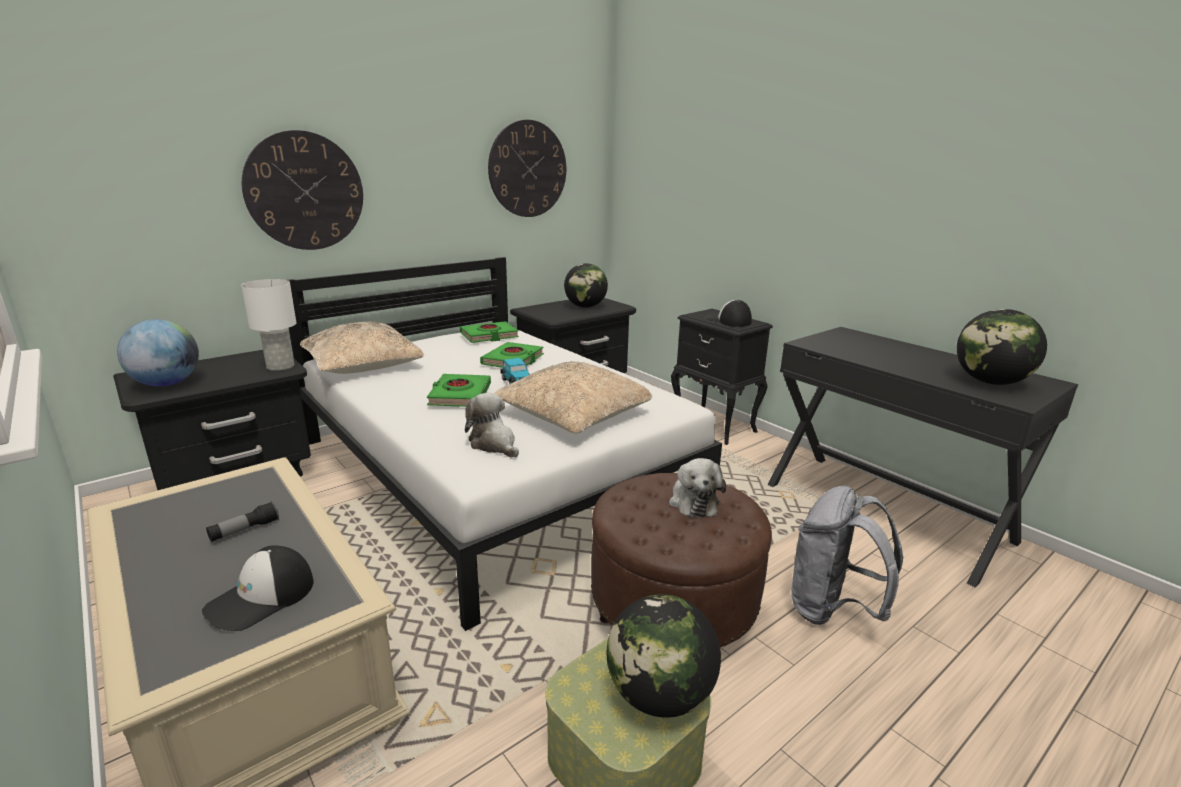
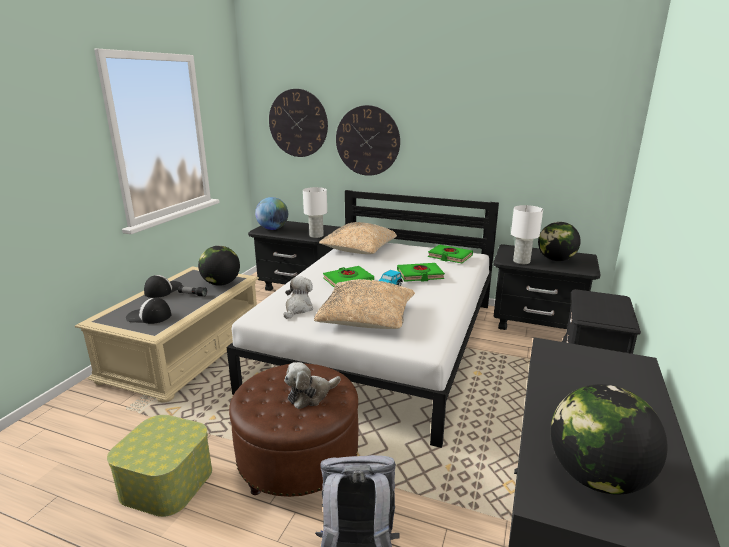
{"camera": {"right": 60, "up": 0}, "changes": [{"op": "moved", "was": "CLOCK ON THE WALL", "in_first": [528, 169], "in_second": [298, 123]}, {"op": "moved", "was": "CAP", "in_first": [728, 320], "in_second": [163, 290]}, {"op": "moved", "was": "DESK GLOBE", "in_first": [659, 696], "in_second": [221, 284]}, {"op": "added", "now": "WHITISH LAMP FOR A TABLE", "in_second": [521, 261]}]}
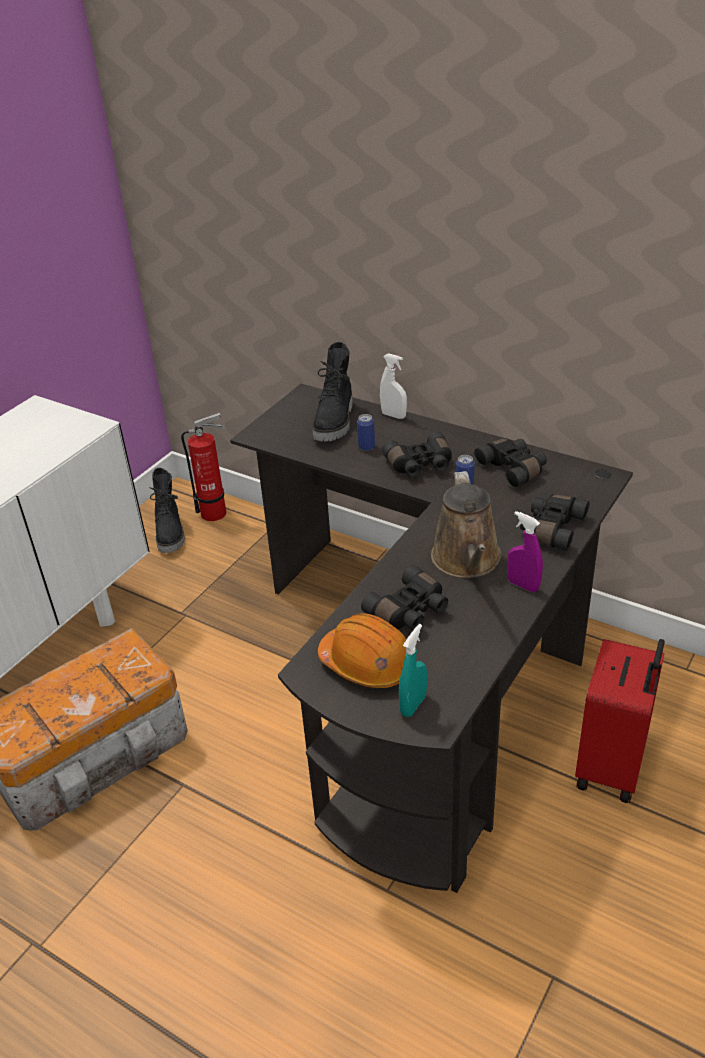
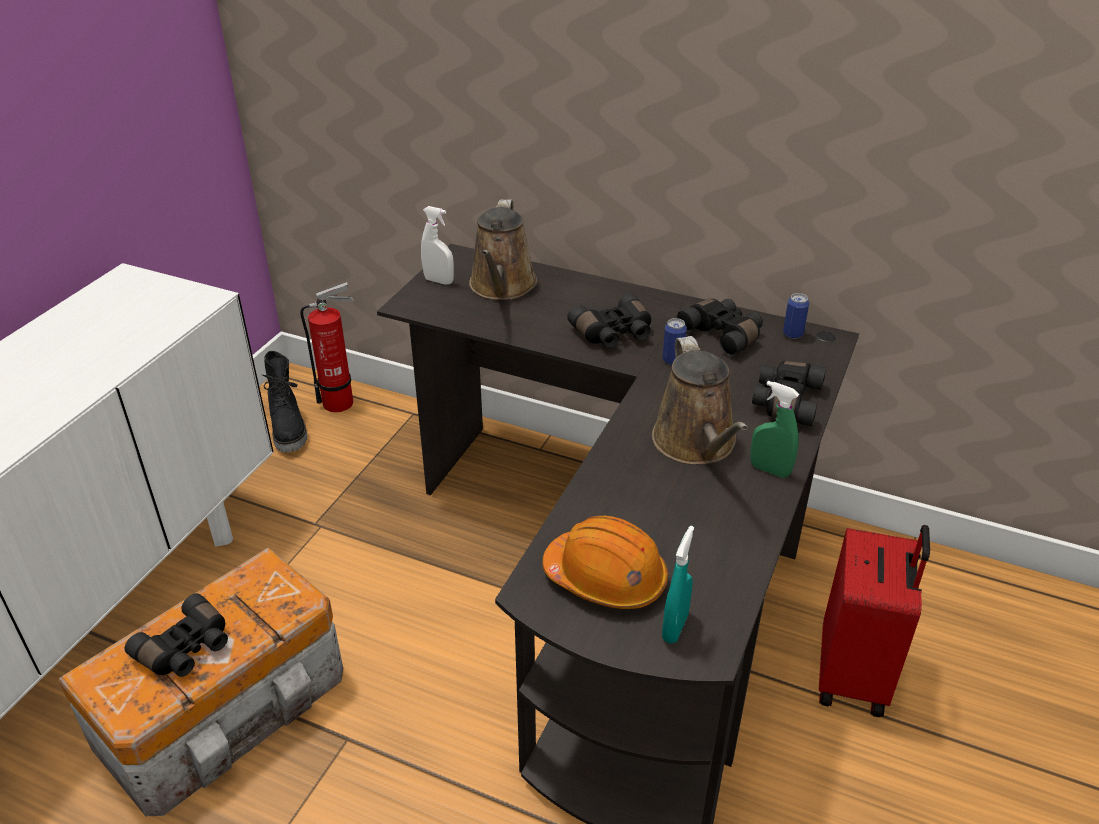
{"camera": {"right": -10, "up": 0}, "changes": [{"op": "replaced", "was": "BLACK-COLOURED TALL BOOT", "now": "BROWN SPRINKLING CAN", "in_first": [335, 422], "in_second": [502, 287]}, {"op": "moved", "was": "WHITISH SPRAY BOTTLE", "in_first": [393, 415], "in_second": [439, 281]}, {"op": "moved", "was": "CAN", "in_first": [366, 447], "in_second": [792, 334]}, {"op": "recoloured", "was": "PURPLE-COLOURED SPRAY BOTTLE", "now": "GREEN-COLOURED SPRAY BOTTLE", "in_first": [523, 585], "in_second": [769, 470]}, {"op": "moved", "was": "BLACK-COLOURED FIELD GLASSES", "in_first": [410, 611], "in_second": [187, 649]}]}
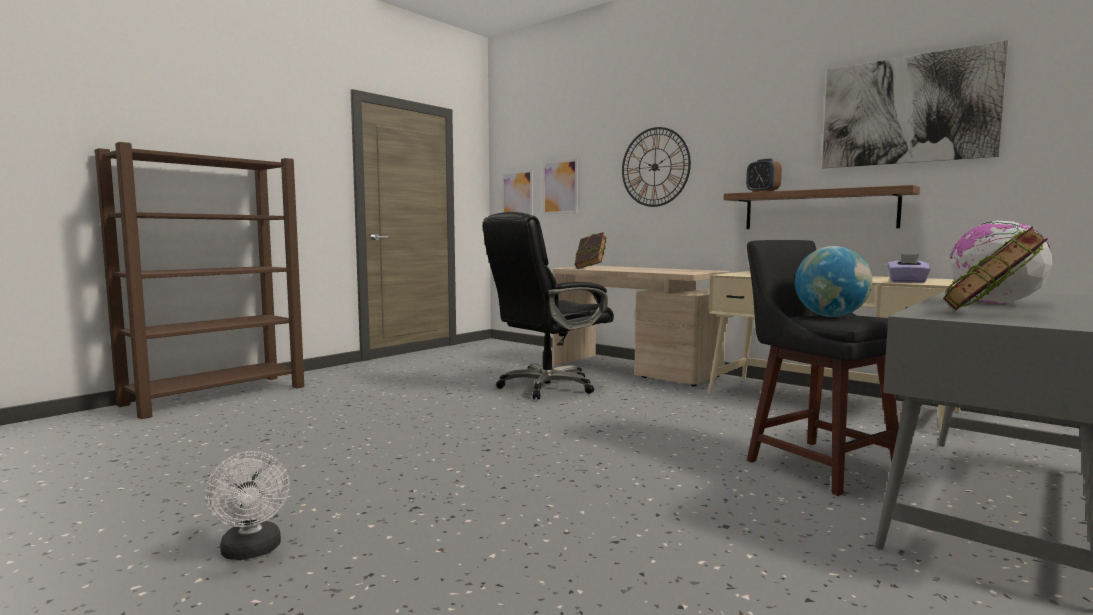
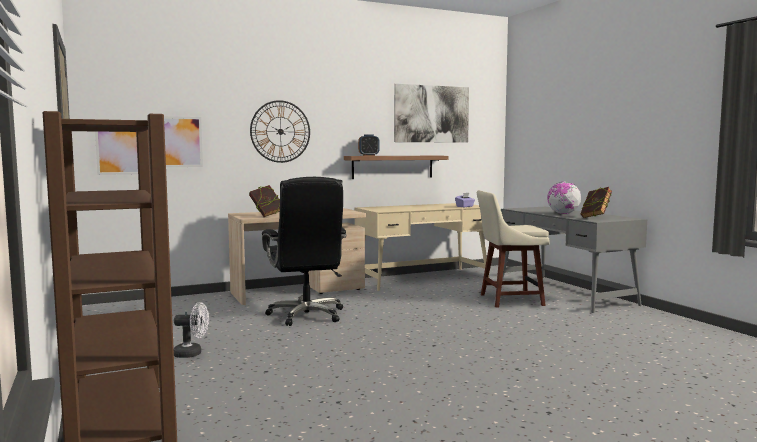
{"camera": {"right": -65, "up": 0}, "changes": [{"op": "recoloured", "was": "BLACK-COLOURED SITTING STOOL", "now": "BEIGE SITTING STOOL", "in_first": [817, 463], "in_second": [508, 300]}, {"op": "removed", "was": "DESK GLOBE", "in_first": [830, 316]}, {"op": "moved", "was": "WHITISH COOLING FAN", "in_first": [252, 551], "in_second": [192, 353]}]}
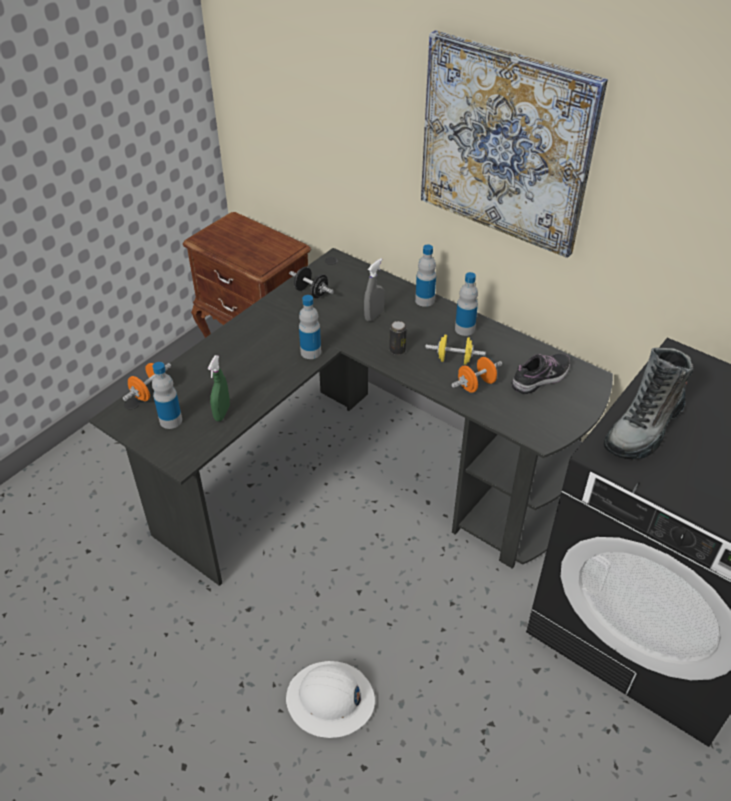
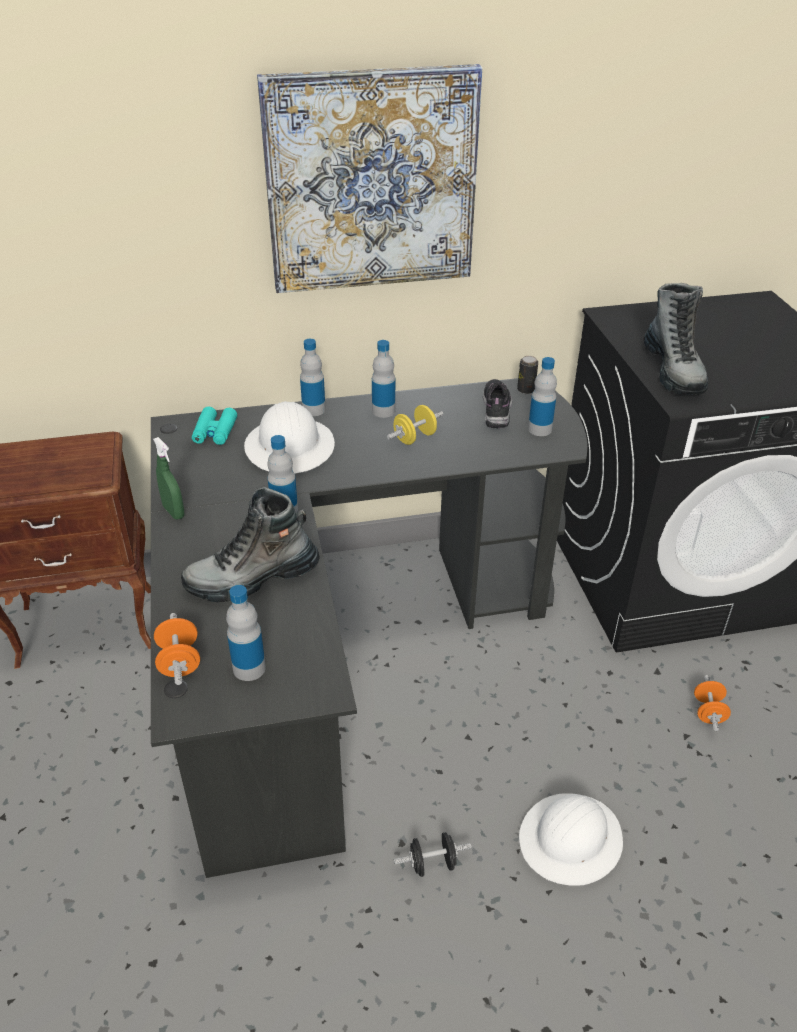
{"camera": {"right": -50, "up": -5}, "changes": [{"op": "replaced", "was": "GREY SPRAY BOTTLE", "now": "WHITISH SAFETY HELMET", "in_first": [374, 315], "in_second": [290, 447]}, {"op": "moved", "was": "BLACK-COLOURED FREE WEIGHT", "in_first": [311, 292], "in_second": [432, 864]}, {"op": "moved", "was": "CAN", "in_first": [397, 350], "in_second": [526, 390]}, {"op": "moved", "was": "GREEN-COLOURED SPRAY BOTTLE", "in_first": [222, 413], "in_second": [173, 512]}, {"op": "moved", "was": "ORANGE-COLOURED FREE WEIGHT", "in_first": [476, 385], "in_second": [708, 712]}, {"op": "added", "now": "BEVERAGE BOTTLE", "in_second": [539, 429]}, {"op": "added", "now": "TURQUOISE FIELD GLASSES", "in_second": [215, 432]}, {"op": "added", "now": "TALL BOOT", "in_second": [252, 578]}]}
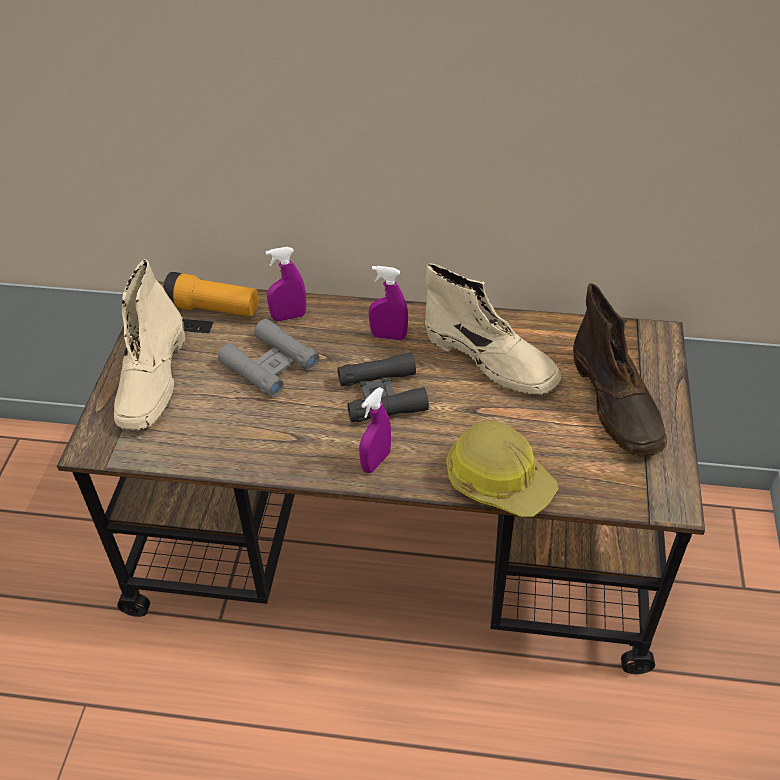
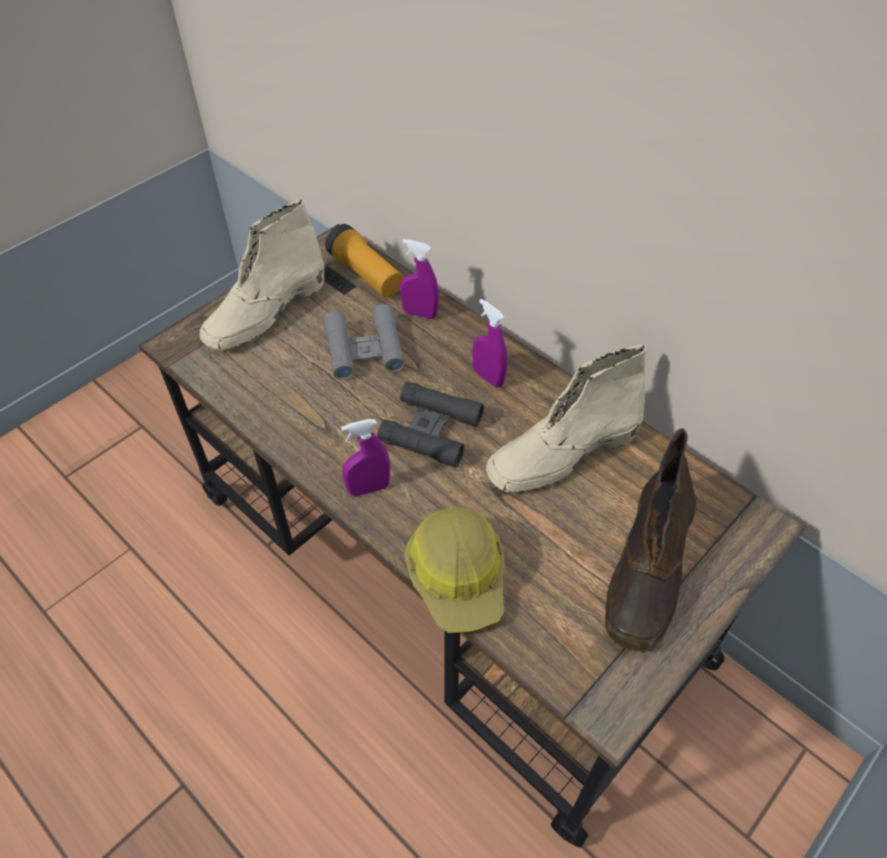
{"camera": {"right": 35, "up": 5}, "changes": [{"op": "turned", "was": "BEIGE TALL BOOT", "in_first": [491, 360], "in_second": [562, 453], "clockwise": 75}]}
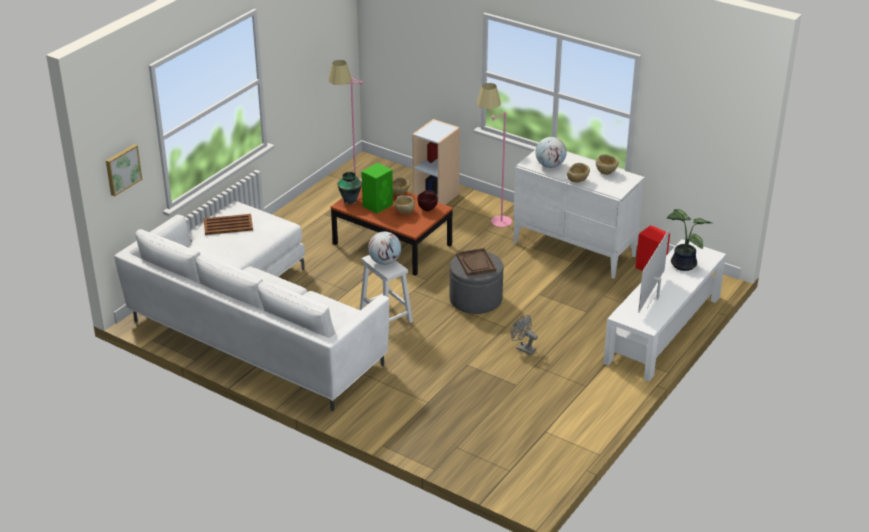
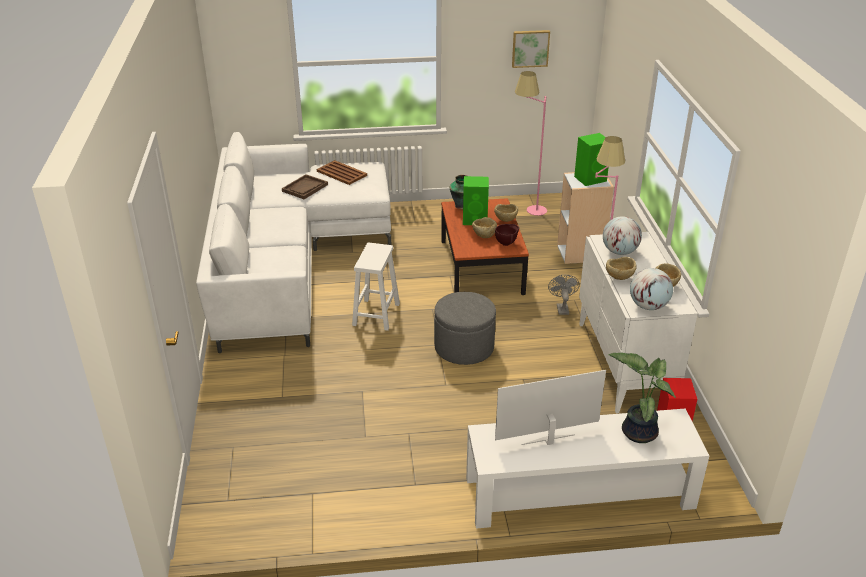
{"camera": {"right": 50, "up": 0}, "changes": [{"op": "moved", "was": "WALL ART", "in_first": [122, 169], "in_second": [530, 48]}, {"op": "moved", "was": "DESK GLOBE", "in_first": [384, 261], "in_second": [648, 306]}, {"op": "moved", "was": "BROWN TRAY", "in_first": [476, 263], "in_second": [305, 188]}, {"op": "moved", "was": "GREY COOLING FAN", "in_first": [523, 348], "in_second": [562, 308]}, {"op": "added", "now": "GREEN-COLOURED LOUDSPEAKER", "in_second": [591, 179]}]}
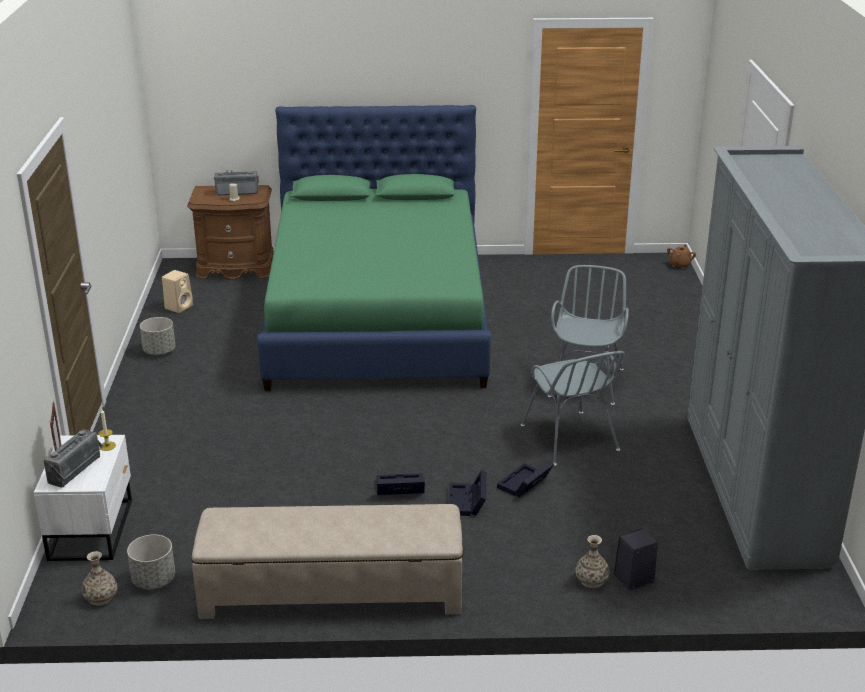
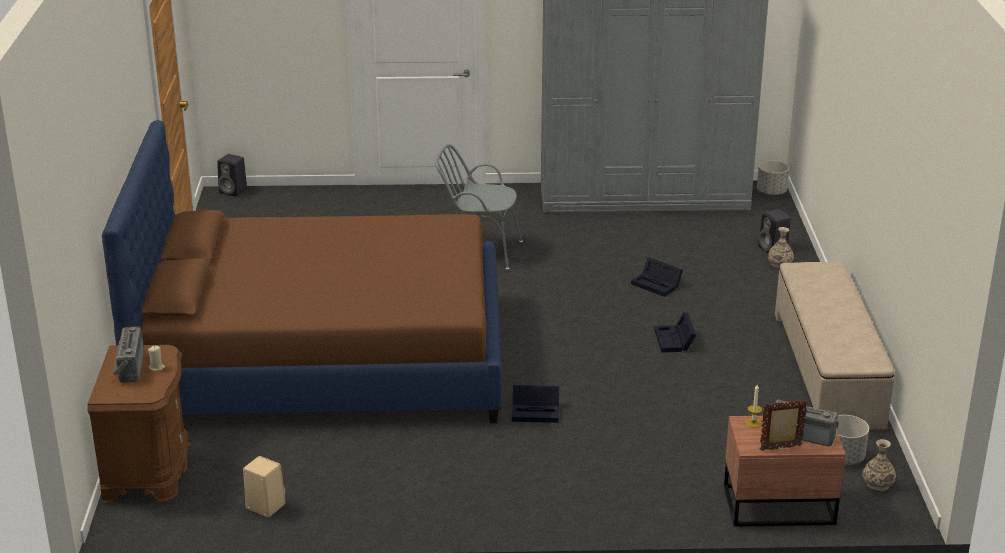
{"camera": {"right": -90, "up": 0}, "changes": [{"op": "recoloured", "was": "GREEN-COLOURED SLEEPING BED", "now": "BROWN SLEEPING BED", "in_first": [377, 316], "in_second": [323, 358]}, {"op": "replaced", "was": "BROWN POT FOR TEA", "now": "BLACK-COLOURED LOUDSPEAKER", "in_first": [680, 265], "in_second": [234, 191]}, {"op": "moved", "was": "GREY PLANTER", "in_first": [159, 351], "in_second": [771, 192]}, {"op": "removed", "was": "GREY UPRIGHT CHAIR", "in_first": [571, 439]}, {"op": "recoloured", "was": "WHITISH BEDSIDE TABLE", "now": "BROWN BEDSIDE TABLE", "in_first": [93, 529], "in_second": [776, 504]}, {"op": "moved", "was": "BLACK-COLOURED STORAGE CONTAINER", "in_first": [467, 502], "in_second": [537, 411]}]}
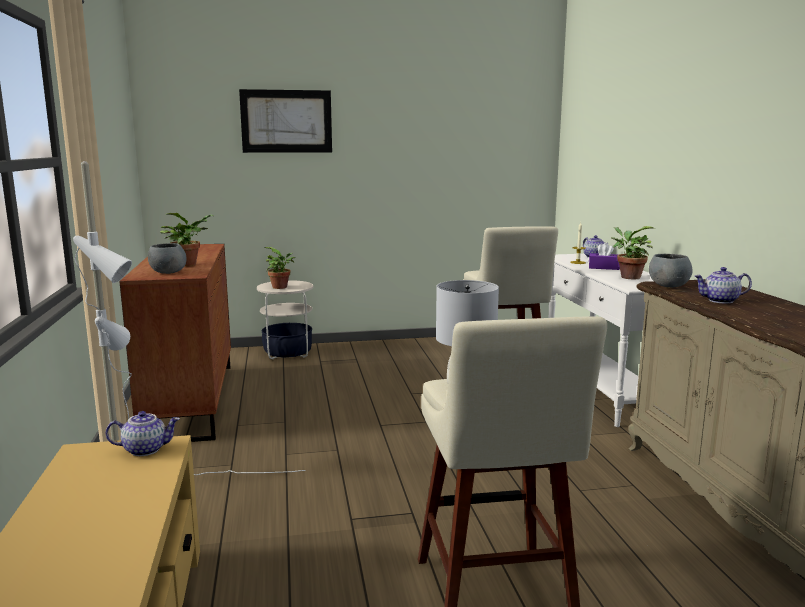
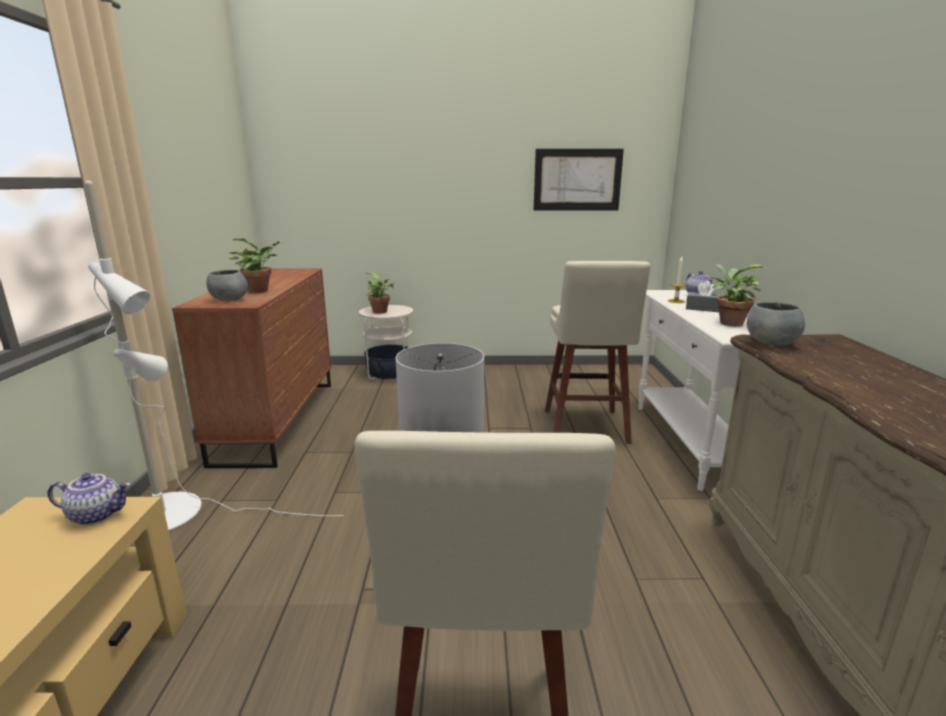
{"camera": {"right": 10, "up": 5}, "changes": [{"op": "moved", "was": "WALL ART", "in_first": [286, 121], "in_second": [577, 180]}, {"op": "recoloured", "was": "PURPLE-COLOURED BOX OF TISSUES", "now": "GREY BOX OF TISSUES", "in_first": [604, 267], "in_second": [703, 309]}, {"op": "removed", "was": "POT FOR TEA", "in_first": [720, 301]}]}
